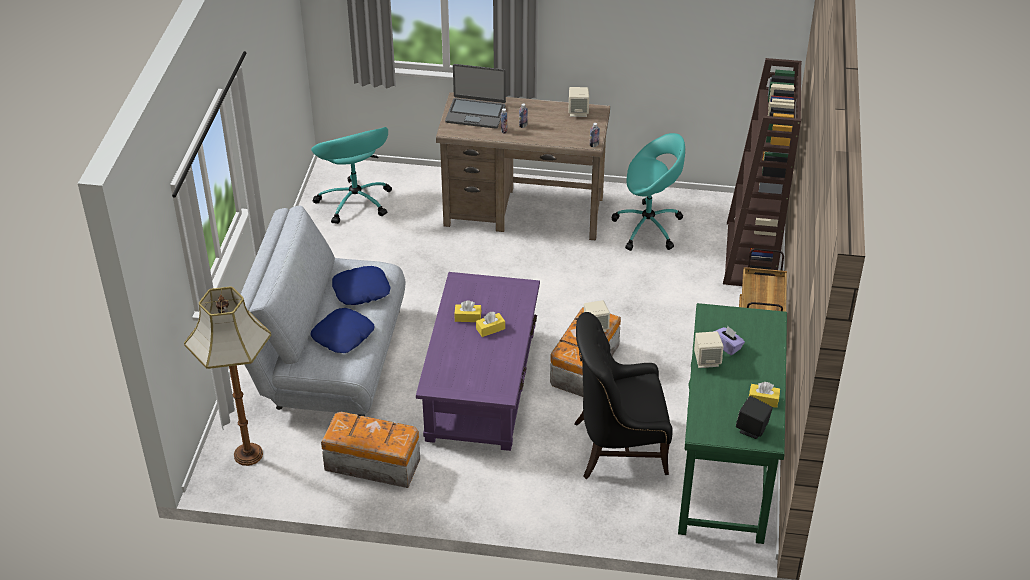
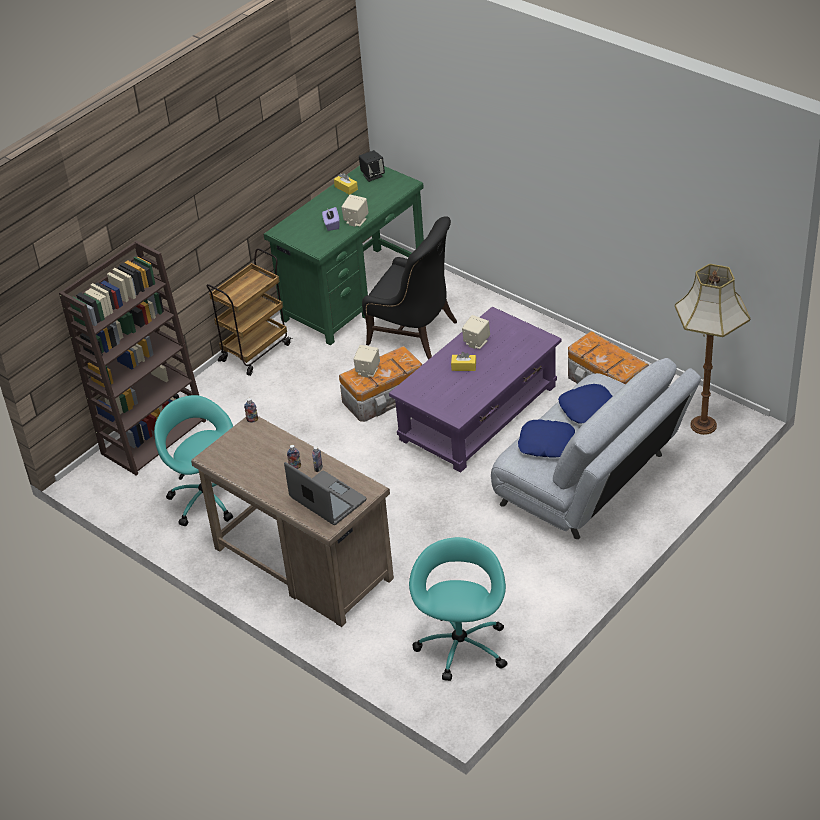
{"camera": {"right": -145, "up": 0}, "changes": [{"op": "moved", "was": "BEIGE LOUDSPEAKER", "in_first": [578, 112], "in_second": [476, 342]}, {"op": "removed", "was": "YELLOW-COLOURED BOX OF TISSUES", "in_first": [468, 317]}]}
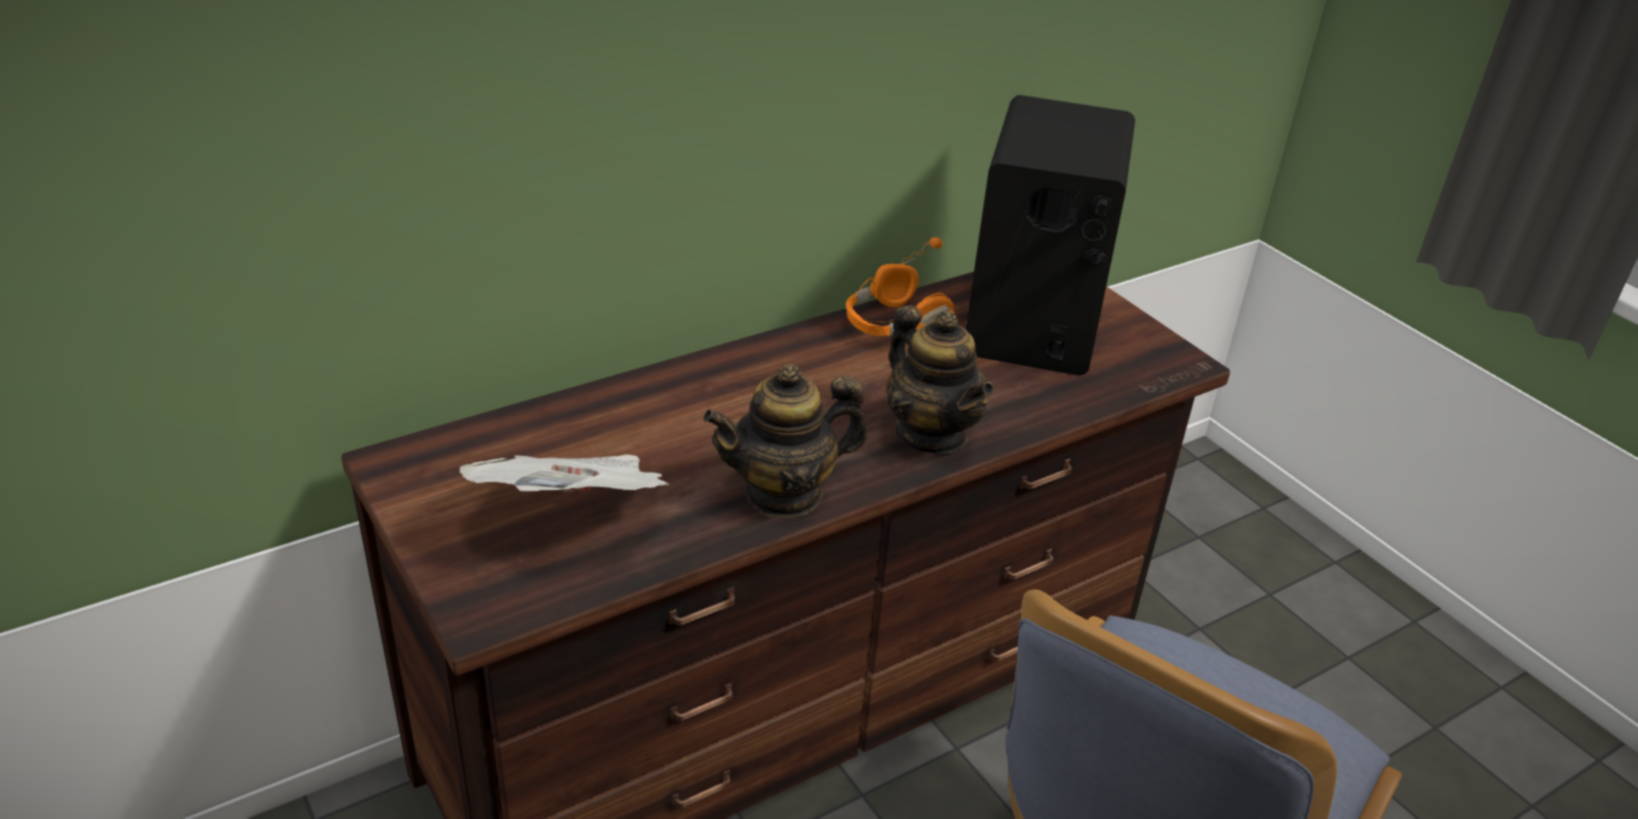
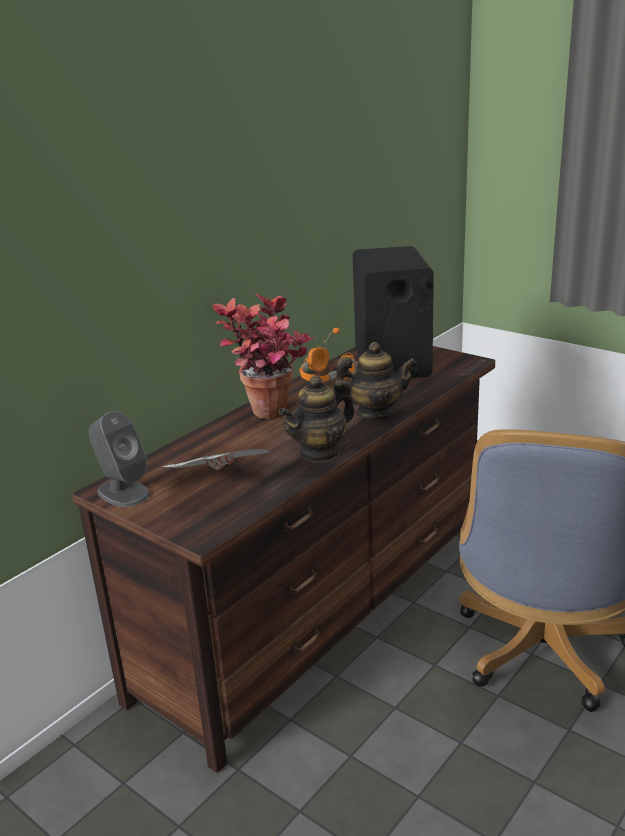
{"camera": {"right": -15, "up": -10}, "changes": [{"op": "turned", "was": "POT FOR TEA", "in_first": [931, 434], "in_second": [374, 413], "clockwise": -45}, {"op": "added", "now": "HOUSEPLANT", "in_second": [269, 419]}, {"op": "added", "now": "GREY LOUDSPEAKER", "in_second": [123, 492]}]}
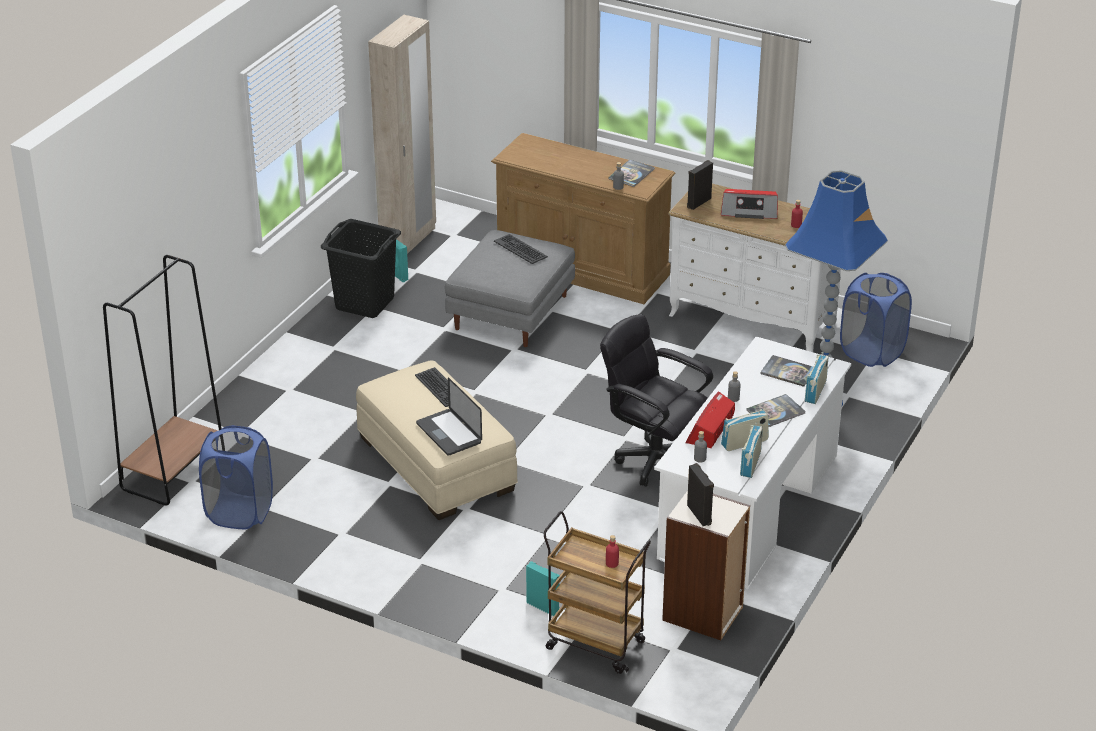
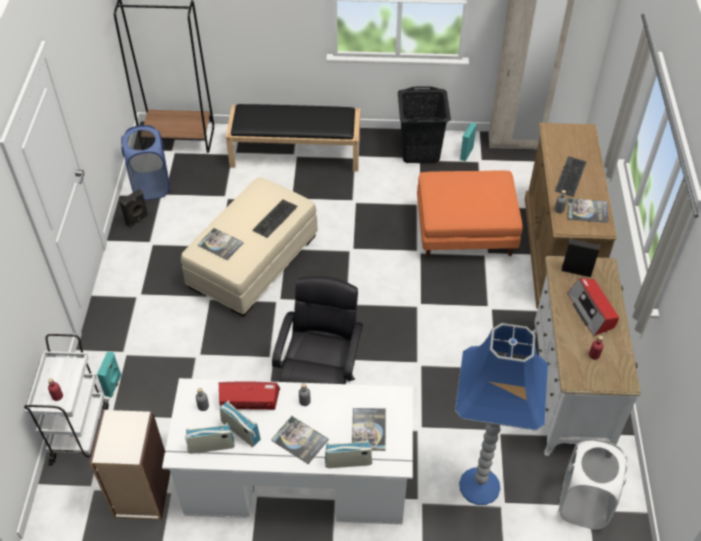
{"camera": {"right": 65, "up": 15}, "changes": [{"op": "recoloured", "was": "GREY OTTOMAN", "now": "ORANGE-COLOURED OTTOMAN", "in_first": [511, 313], "in_second": [464, 232]}, {"op": "moved", "was": "PC KEYBOARD", "in_first": [521, 249], "in_second": [571, 177]}, {"op": "recoloured", "was": "BLUE WASHING BASKET", "now": "WHITISH WASHING BASKET", "in_first": [871, 352], "in_second": [583, 503]}, {"op": "replaced", "was": "PORTABLE COMPUTER", "now": "VOLUME", "in_first": [449, 433], "in_second": [220, 244]}, {"op": "moved", "was": "BLACK-COLOURED LOUDSPEAKER", "in_first": [700, 514], "in_second": [137, 220]}, {"op": "recoloured", "was": "BROWN TROLLEY", "now": "WHITISH TROLLEY", "in_first": [594, 644], "in_second": [80, 433]}, {"op": "added", "now": "BLACK-COLOURED BENCH", "in_second": [296, 152]}]}
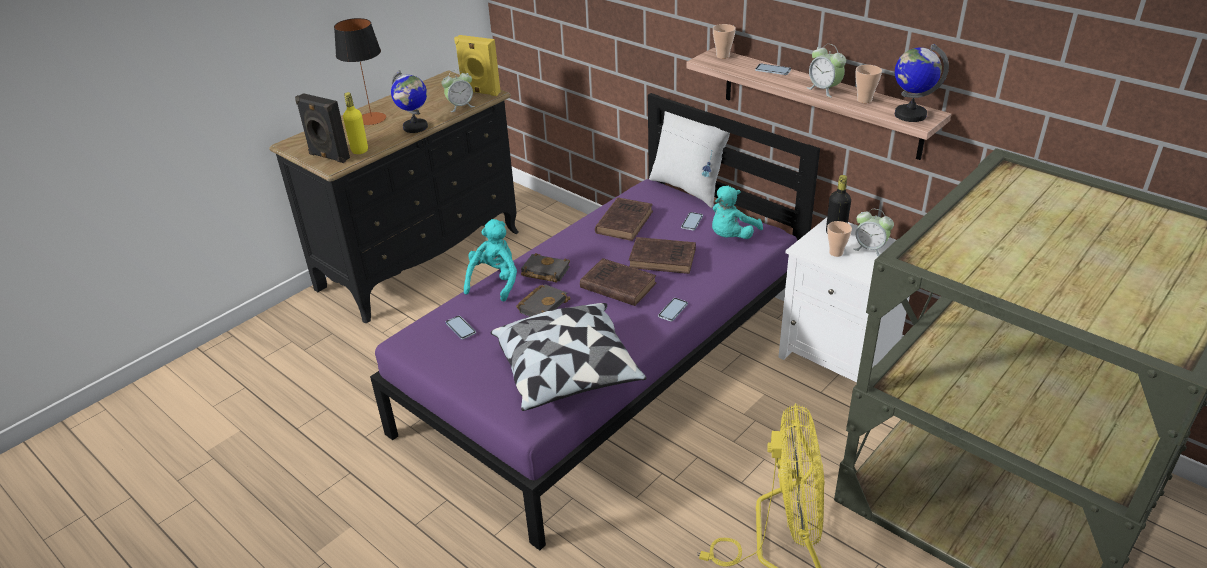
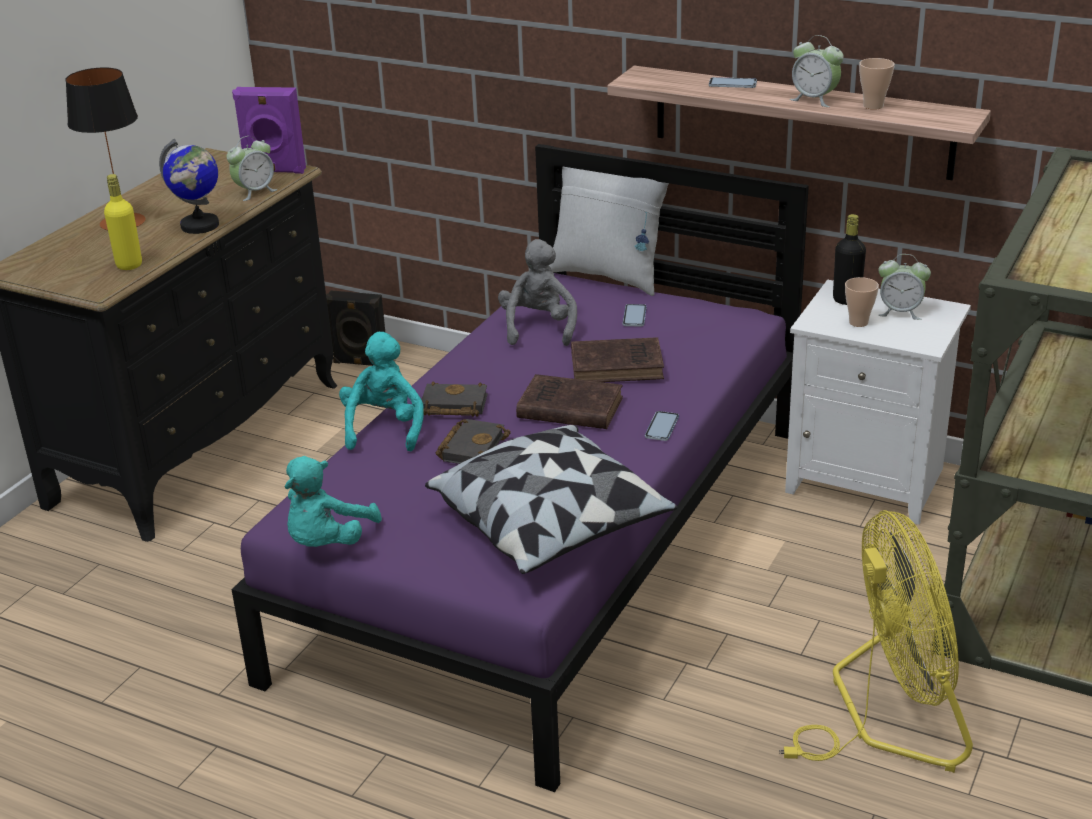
{"camera": {"right": -15, "up": -5}, "changes": [{"op": "removed", "was": "DRINKING CUP", "in_first": [722, 56]}, {"op": "recoloured", "was": "YELLOW-COLOURED LOUDSPEAKER", "now": "PURPLE-COLOURED LOUDSPEAKER", "in_first": [480, 92], "in_second": [274, 171]}, {"op": "removed", "was": "DESK GLOBE", "in_first": [909, 115]}, {"op": "moved", "was": "BLACK-COLOURED LOUDSPEAKER", "in_first": [328, 157], "in_second": [360, 363]}, {"op": "moved", "was": "TURQUOISE CUDDLY TOY", "in_first": [731, 237], "in_second": [328, 542]}, {"op": "replaced", "was": "BROWN VOLUME", "now": "GREY CUDDLY TOY", "in_first": [625, 221], "in_second": [538, 328]}, {"op": "removed", "was": "HANDSET", "in_first": [460, 328]}]}
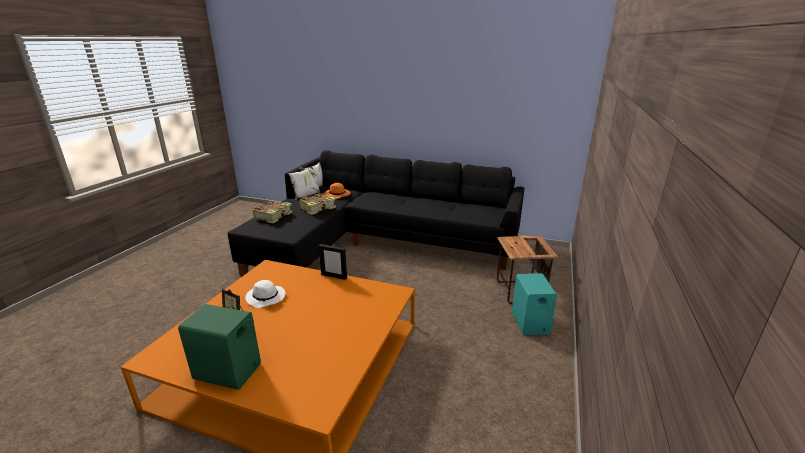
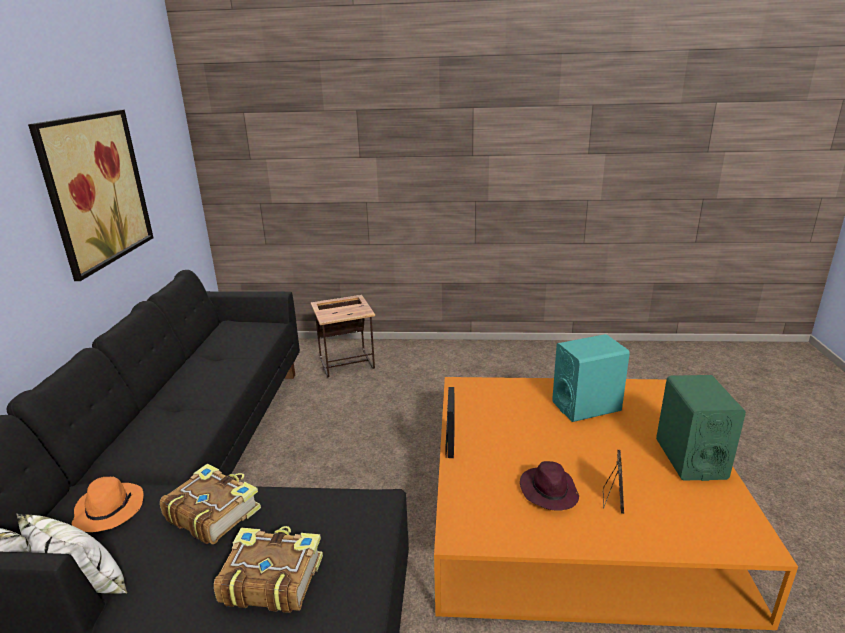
{"camera": {"right": -105, "up": 0}, "changes": [{"op": "moved", "was": "TURQUOISE LOUDSPEAKER", "in_first": [530, 323], "in_second": [586, 406]}, {"op": "recoloured", "was": "WHITISH HAT", "now": "PURPLE-COLOURED HAT", "in_first": [266, 298], "in_second": [548, 491]}, {"op": "added", "now": "WALL ART", "in_second": [96, 190]}]}
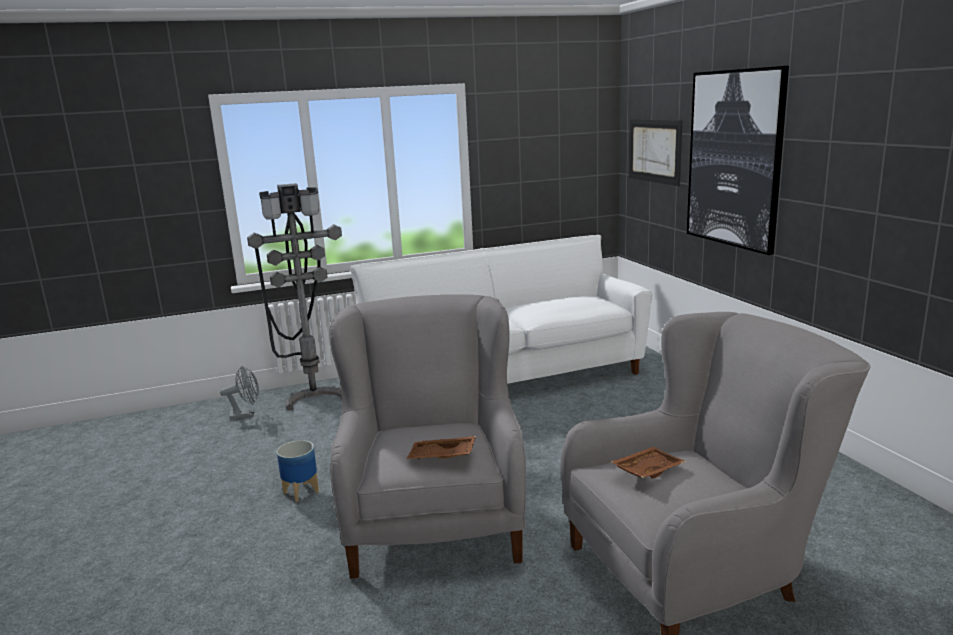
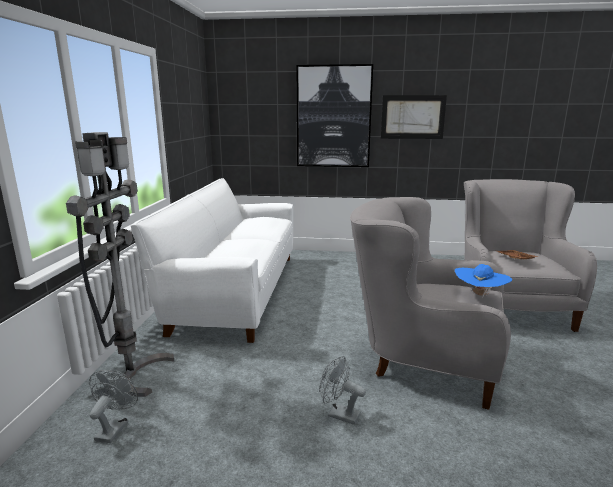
{"camera": {"right": -65, "up": 0}, "changes": [{"op": "moved", "was": "WALL ART", "in_first": [654, 151], "in_second": [412, 117]}, {"op": "replaced", "was": "BROWN TRAY", "now": "BLUE HAT", "in_first": [442, 457], "in_second": [480, 295]}, {"op": "replaced", "was": "PLANTER", "now": "GREY COOLING FAN", "in_first": [300, 492], "in_second": [339, 414]}]}
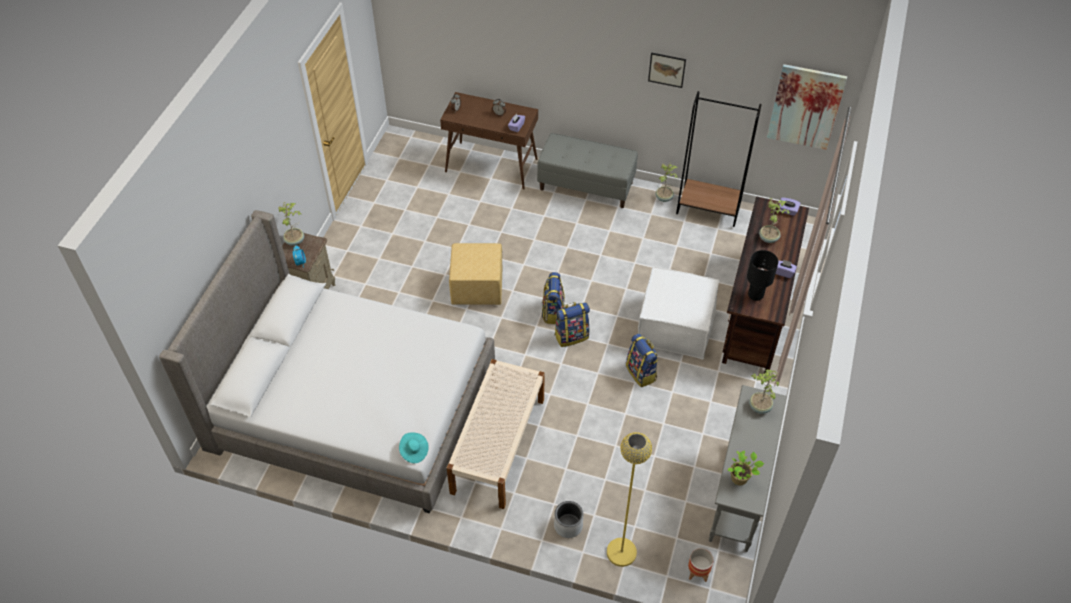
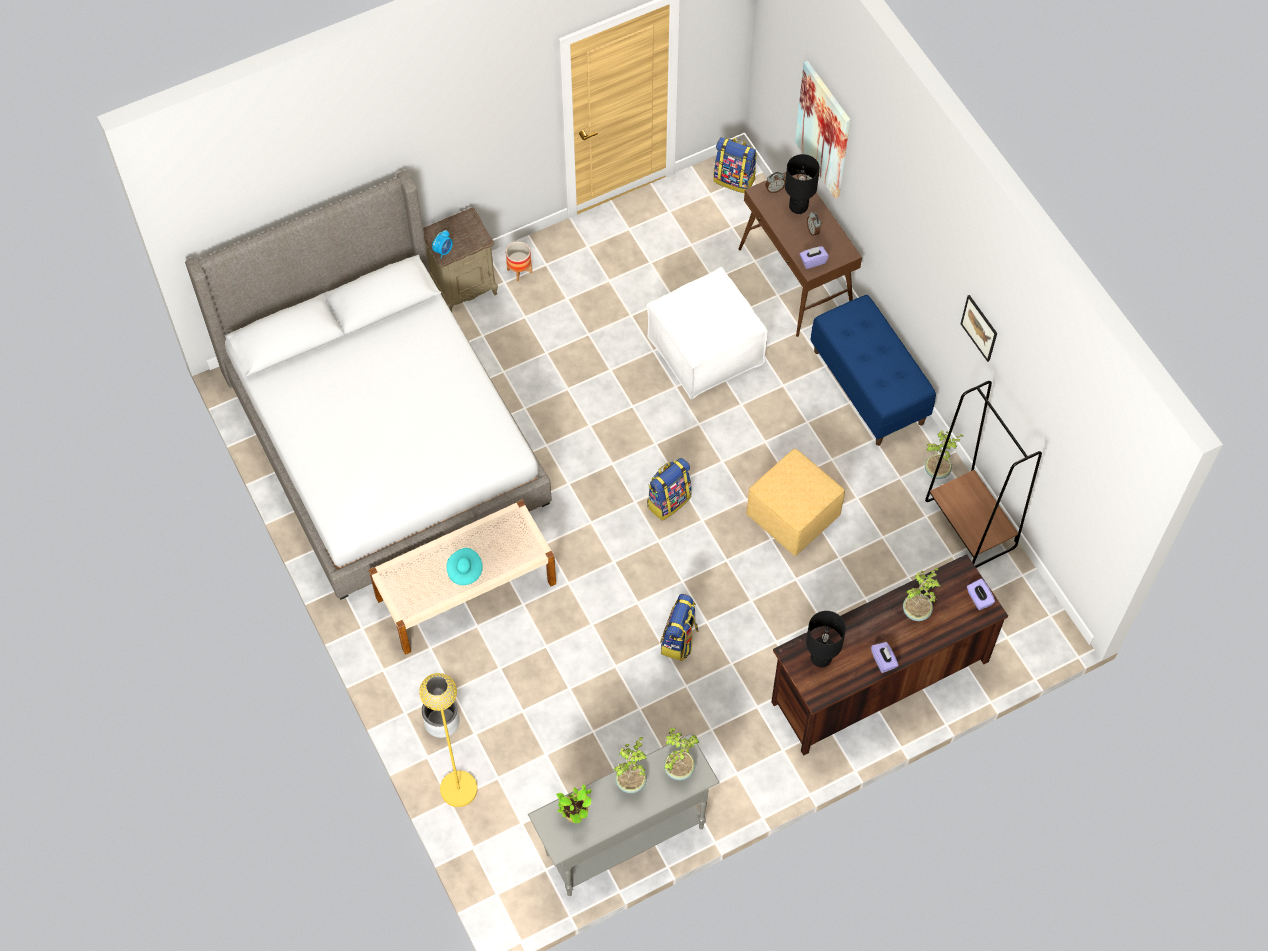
{"camera": {"right": 45, "up": 10}, "changes": [{"op": "moved", "was": "WALL ART", "in_first": [805, 107], "in_second": [823, 130]}, {"op": "recoloured", "was": "GREY BENCH", "now": "BLUE BENCH", "in_first": [586, 186], "in_second": [869, 387]}, {"op": "moved", "was": "HOUSEPLANT", "in_first": [295, 241], "in_second": [631, 781]}, {"op": "moved", "was": "YELLOW-COLOURED OTTOMAN", "in_first": [477, 289], "in_second": [791, 517]}, {"op": "moved", "was": "WHITISH OTTOMAN", "in_first": [675, 326], "in_second": [705, 349]}, {"op": "moved", "was": "RUCKSACK", "in_first": [571, 336], "in_second": [734, 179]}, {"op": "moved", "was": "TURQUOISE HAT", "in_first": [414, 451], "in_second": [464, 570]}, {"op": "moved", "was": "PLANTER", "in_first": [698, 572], "in_second": [519, 271]}, {"op": "added", "now": "BLACK-COLOURED LAMP FOR A TABLE", "in_second": [798, 208]}]}
